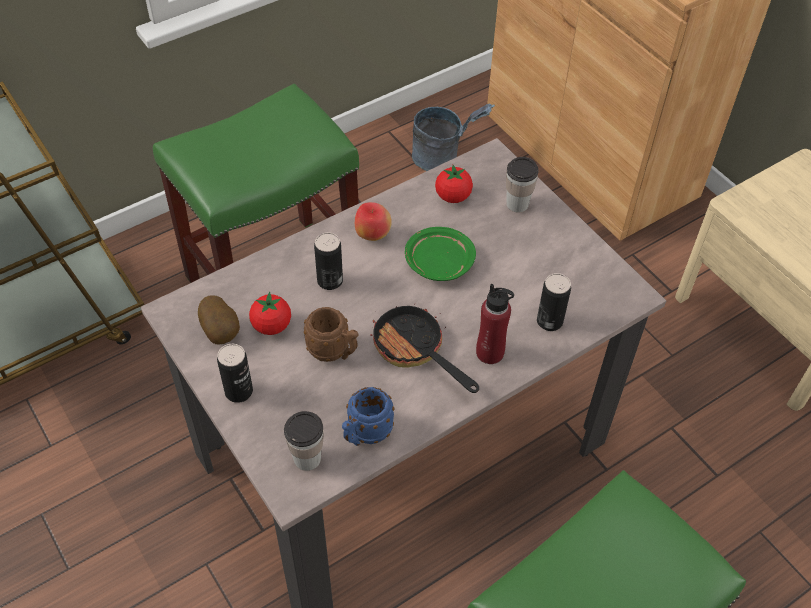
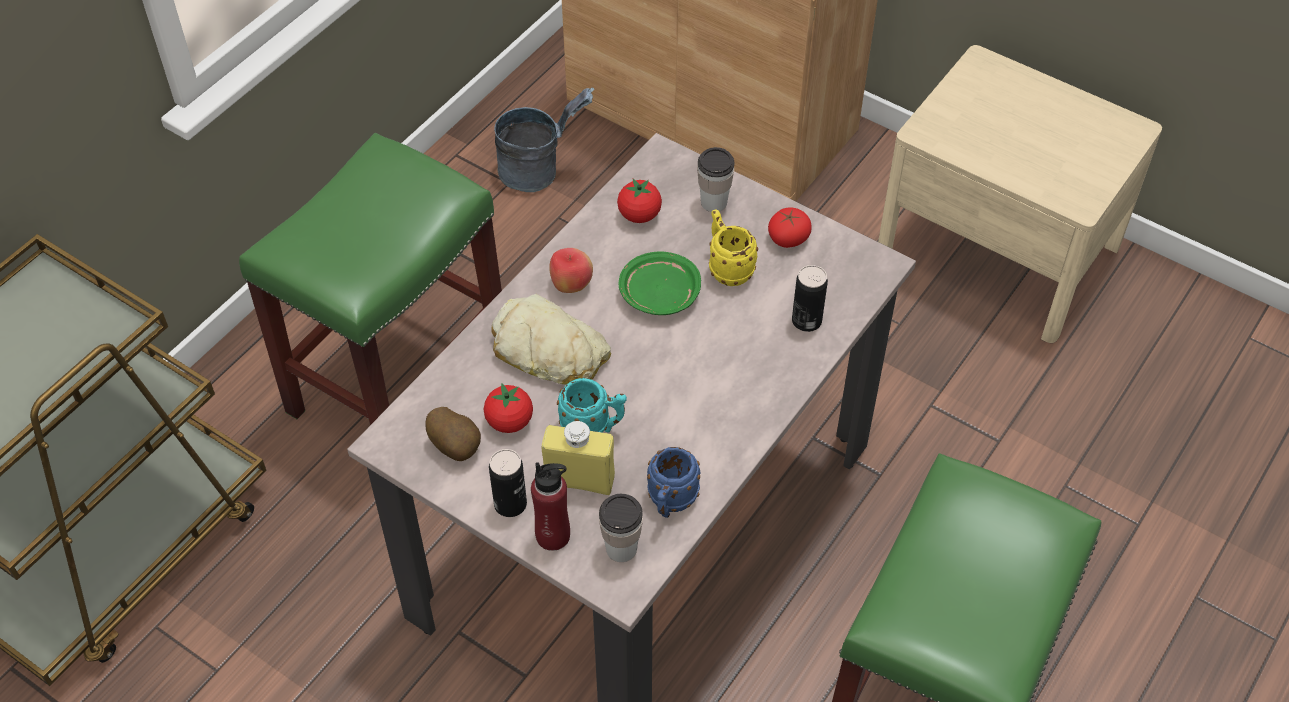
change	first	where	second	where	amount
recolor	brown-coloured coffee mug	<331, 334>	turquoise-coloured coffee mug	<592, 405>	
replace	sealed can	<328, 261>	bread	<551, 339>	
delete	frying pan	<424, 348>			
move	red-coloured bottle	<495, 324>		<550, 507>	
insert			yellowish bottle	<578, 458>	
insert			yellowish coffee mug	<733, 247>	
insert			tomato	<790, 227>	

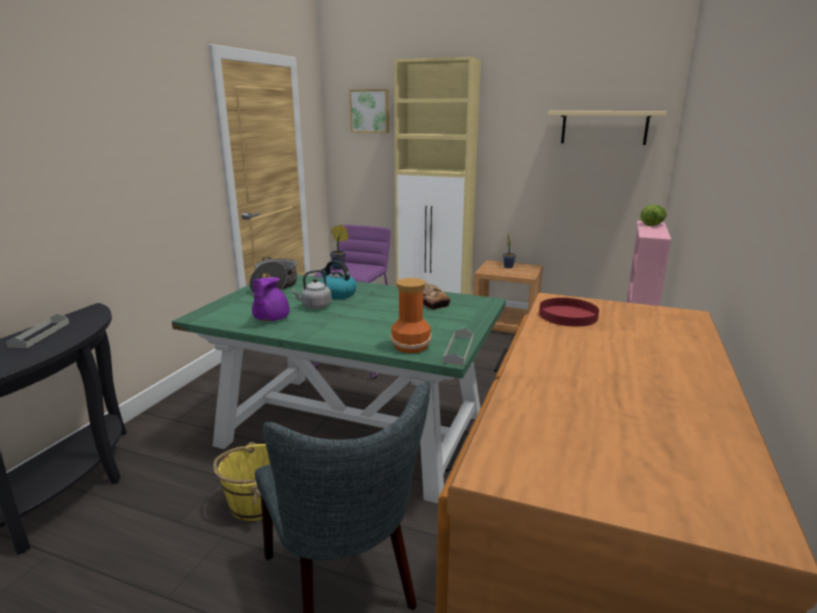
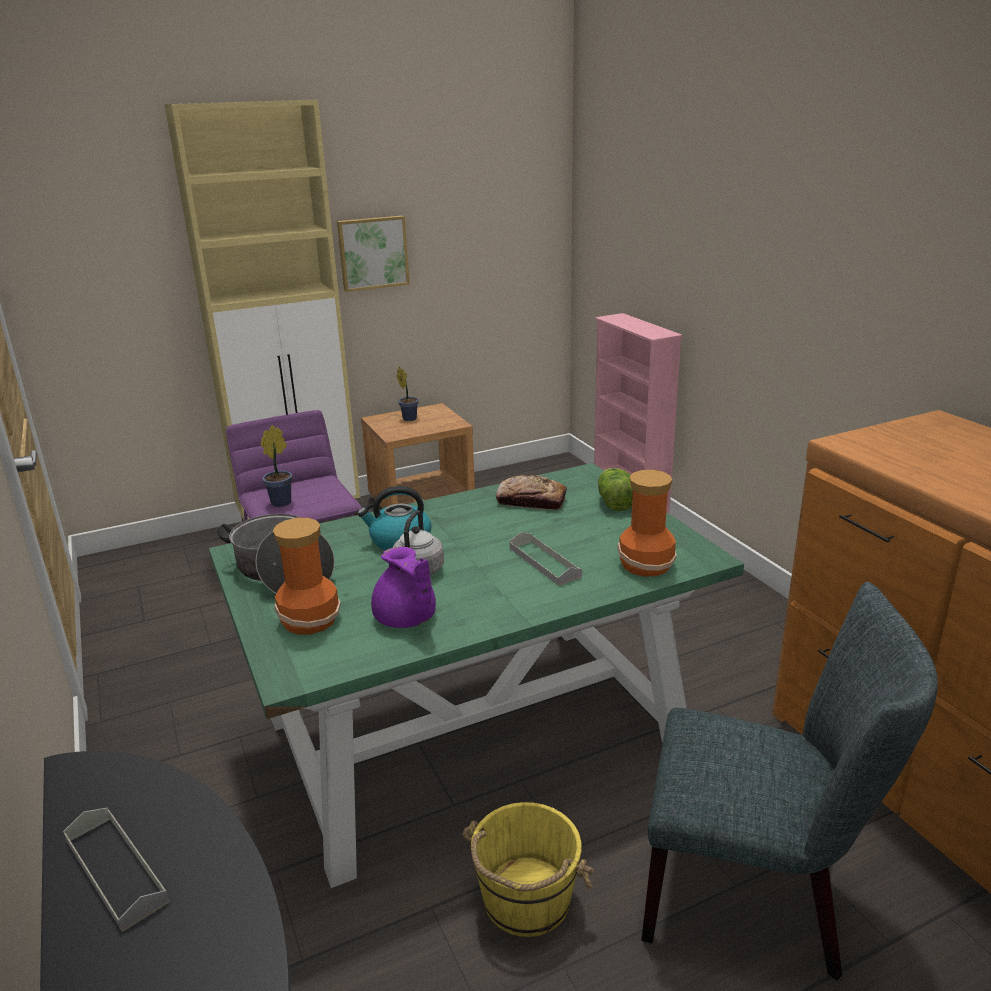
change	first	where	second	where	amount
move	wall art	<369, 111>		<373, 254>	
move	grey serving tray	<458, 346>		<545, 559>	
delete	red-coloured plate	<569, 312>			
delete	beige wall shelf	<607, 128>			
move	head of lettuce	<653, 215>		<615, 489>	
insert			flower vase	<307, 576>	

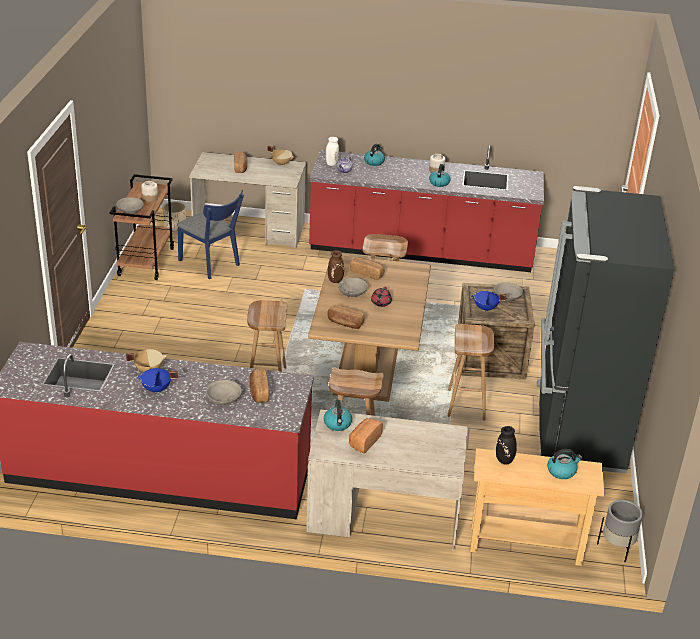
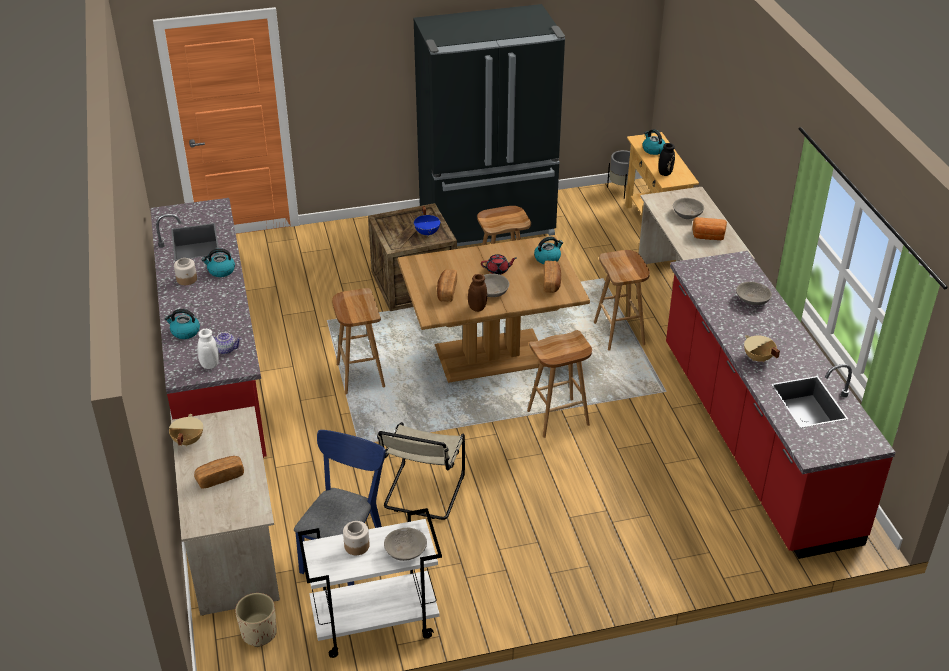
change	first	where	second	where	amount
recolor	brown-coloured cart	<142, 227>	white-coloured cart	<370, 583>	
delete	blue-coloured cooking pot	<157, 381>			
delete	bread	<259, 386>			
move	kettle	<338, 415>		<548, 250>	
move	grey bowl	<508, 292>		<688, 208>	
insert			beige plain chair	<421, 471>	

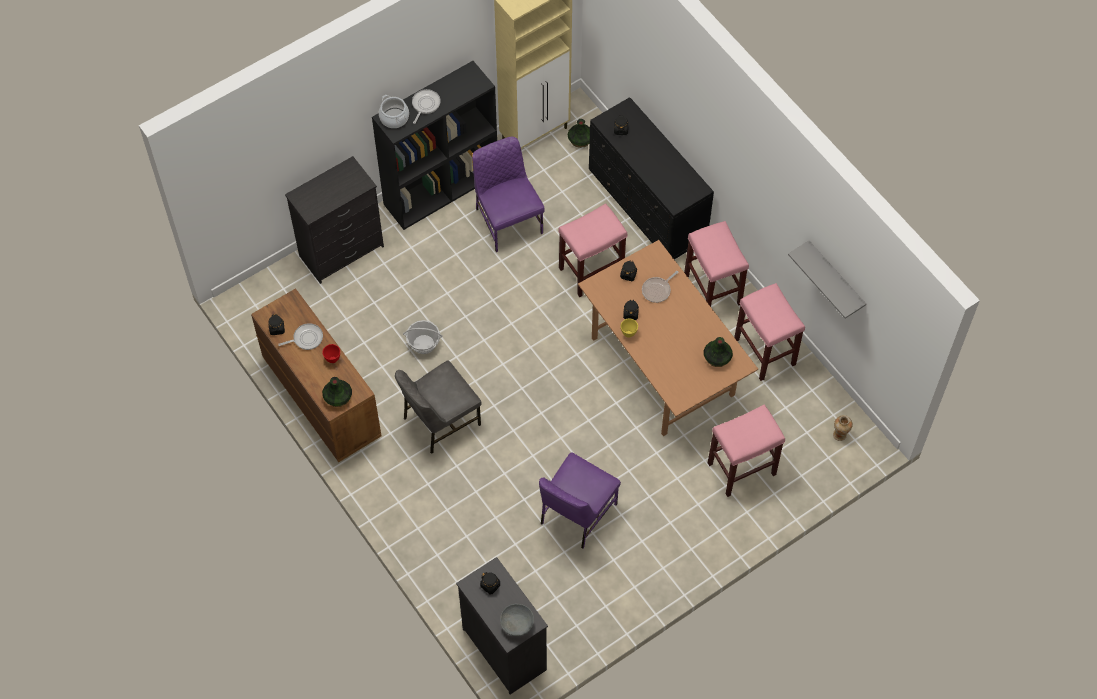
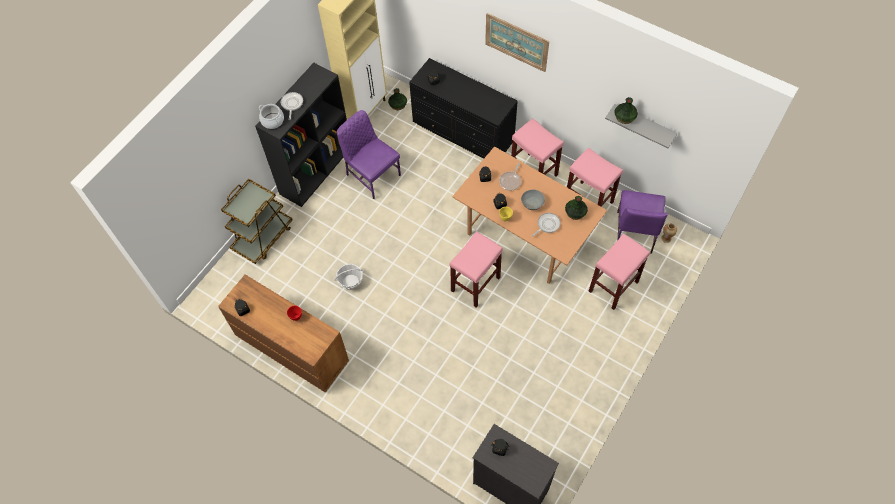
change	first	where	second	where	amount
move	frying pan	<300, 336>		<546, 225>	
replace	black-coloured chest of drawers	<334, 220>	brown-coloured cart	<257, 221>	
move	flower vase	<337, 392>		<626, 110>	
delete	grey plain chair	<438, 407>			
move	grey bowl	<517, 620>		<533, 200>	
move	purplish plain chair	<580, 500>		<642, 222>	
move	pink-coloured stool	<592, 250>		<476, 269>	
insert			wall art	<517, 42>	

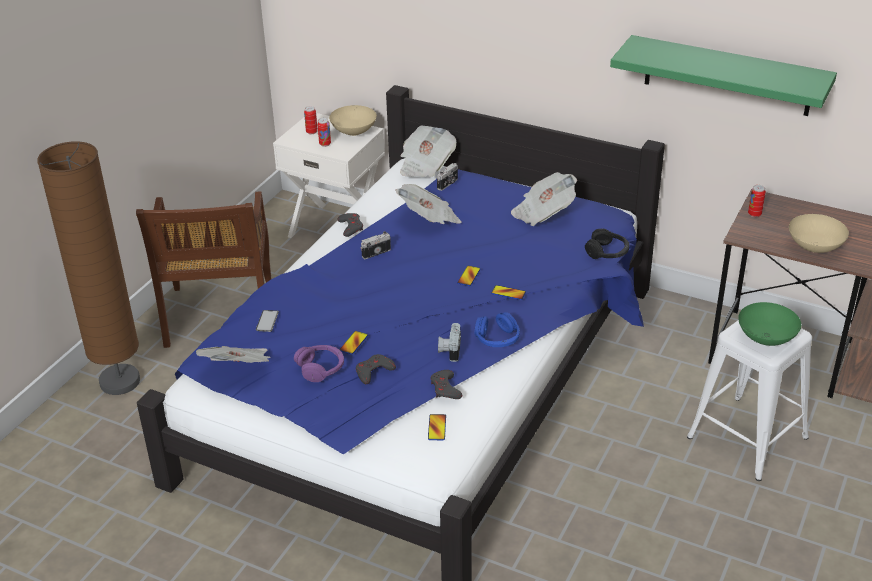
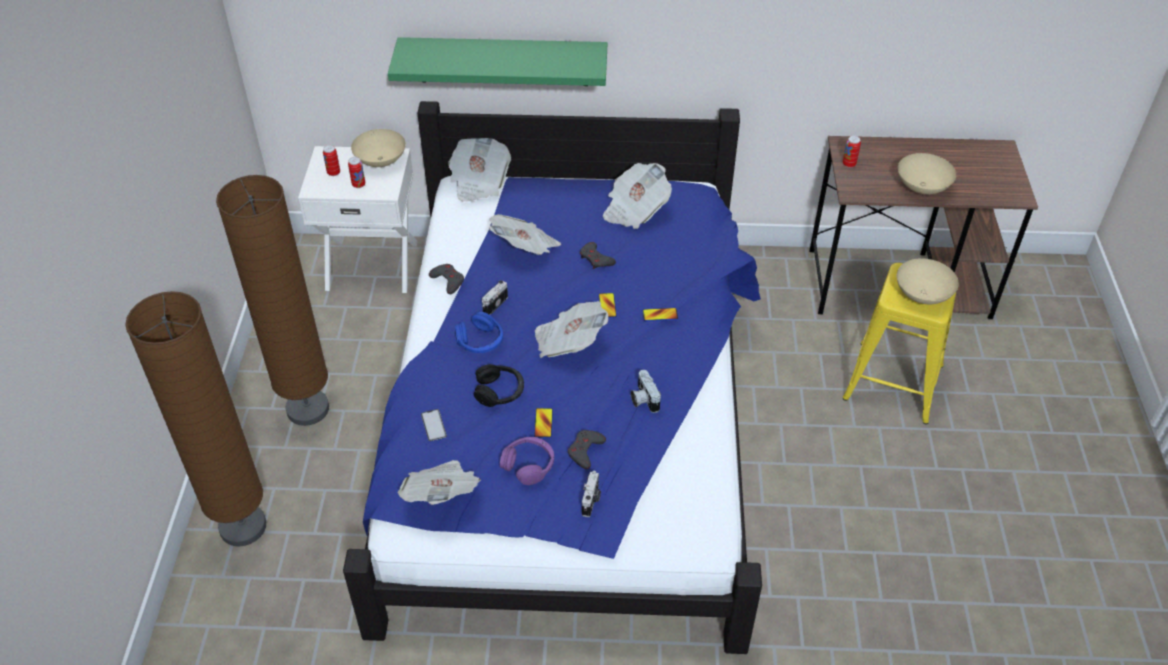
change	first	where	second	where	amount
replace	brown-coloured plain chair	<204, 269>	brown-coloured floor lamp	<272, 300>	
delete	phone	<437, 427>			
move	grey game controller	<446, 384>		<598, 255>	
move	still camera	<447, 177>		<591, 494>	
move	blue-coloured headset	<497, 329>		<479, 332>	
move	black-coloured headset	<607, 244>		<499, 385>	
move	green wall shelf	<723, 75>		<497, 61>	
recolor	white-coloured stool	<749, 400>	yellowish stool	<899, 344>	
recolor	green bowl	<769, 324>	beige bowl	<928, 281>	
insert			newspaper	<572, 329>	

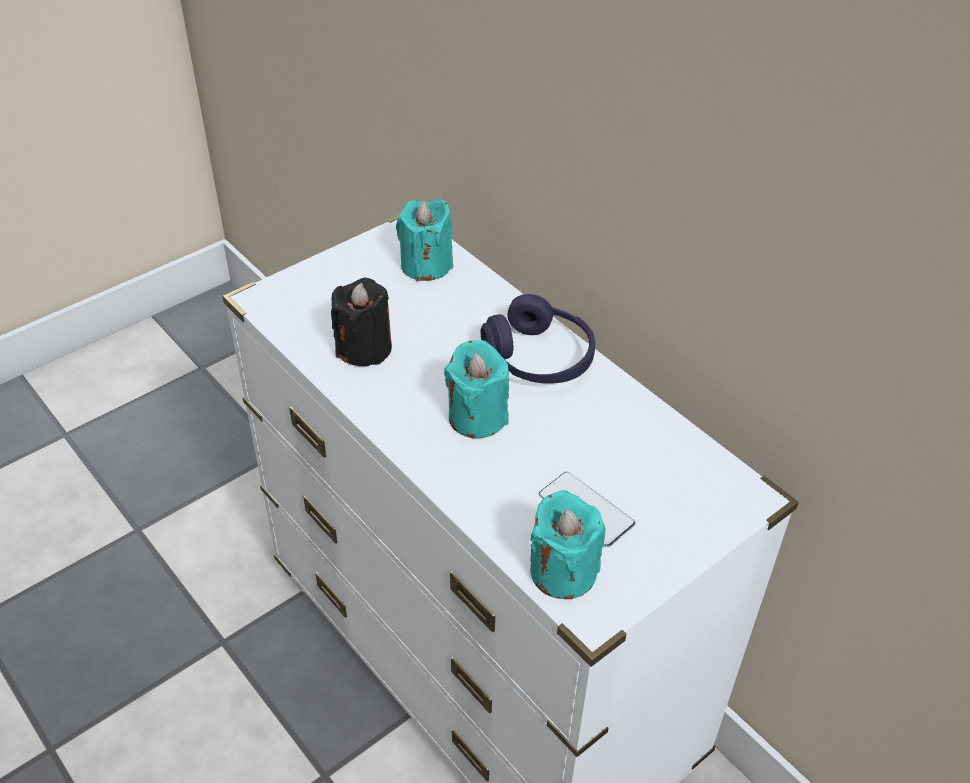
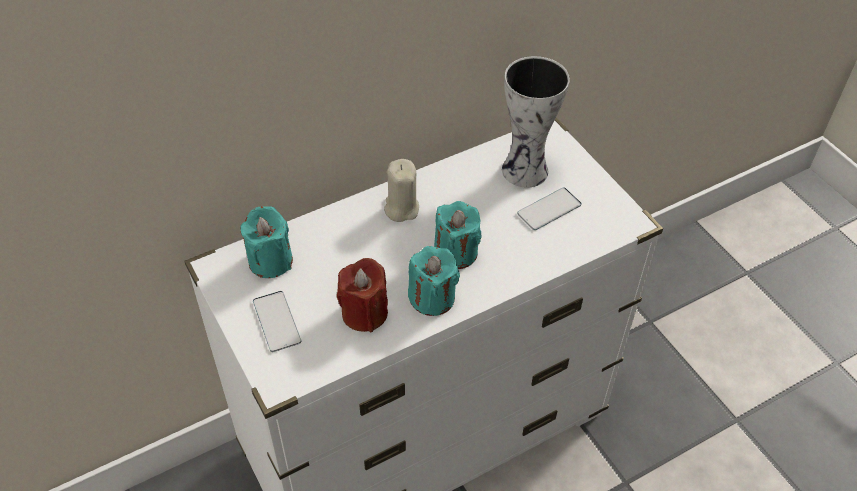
change	first	where	second	where	amount
recolor	black-coloured wax light	<361, 322>	red-coloured wax light	<362, 295>	
replace	purplish headset	<538, 339>	beige wax light	<401, 190>	
move	turquoise-coloured wax light	<567, 544>		<434, 281>	
insert			phone	<277, 321>	
insert			flower vase	<536, 122>	

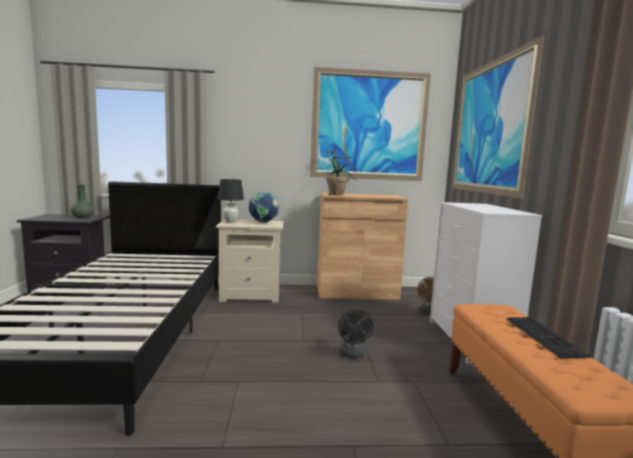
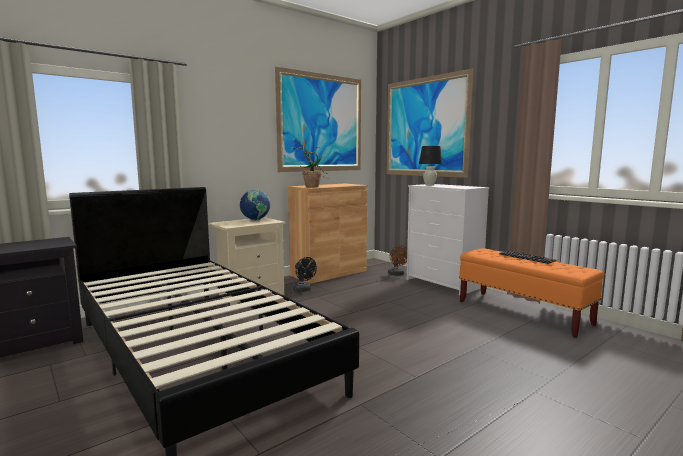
change	first	where	second	where	amount
delete	green flower vase	<82, 201>			
move	black-coloured table lamp	<231, 201>		<430, 165>	
move	black-coloured cooling fan	<356, 333>		<305, 274>	

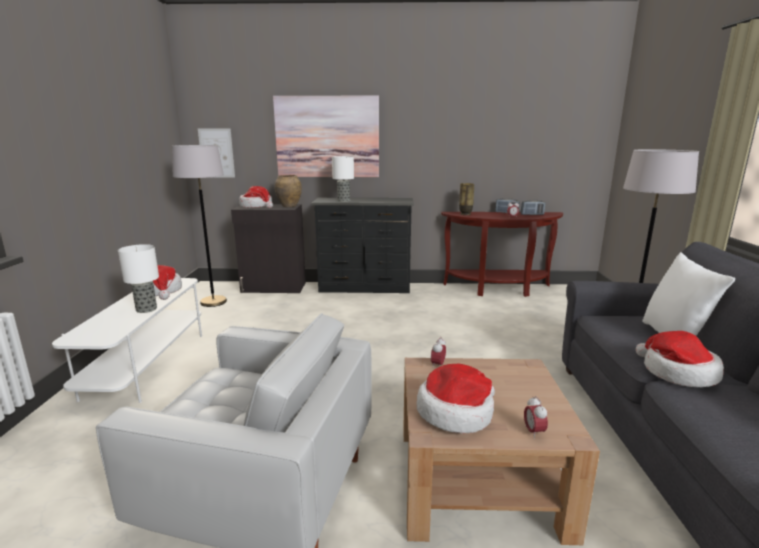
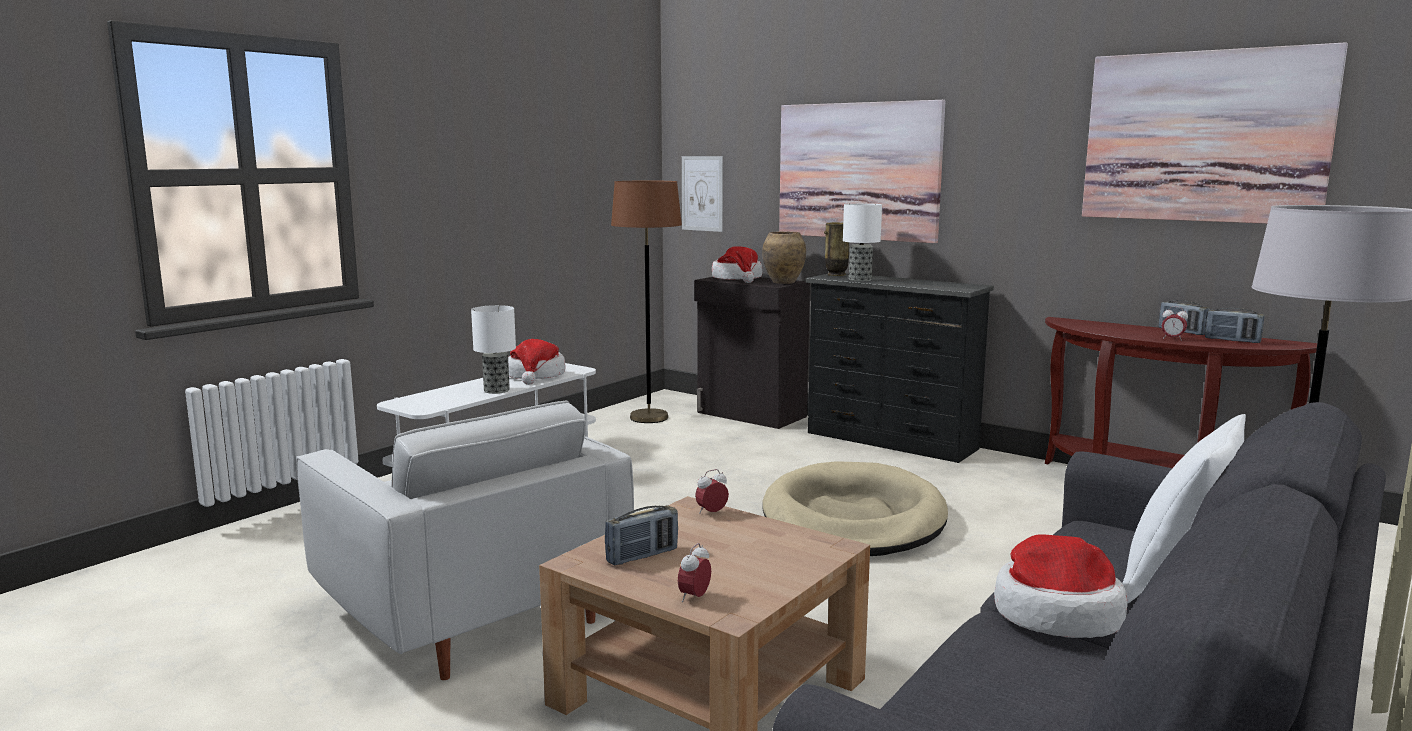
change	first	where	second	where	amount
recolor	grey floor lamp	<199, 226>	brown-coloured floor lamp	<646, 301>	
replace	clothing hat	<455, 398>	radio set	<641, 536>	
move	flower vase	<466, 199>		<836, 249>	
insert			beige dog bed	<855, 508>	
insert			wall art	<1215, 133>	

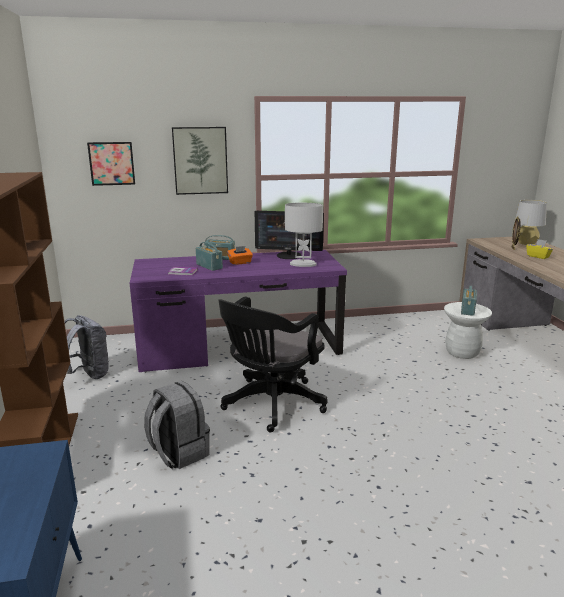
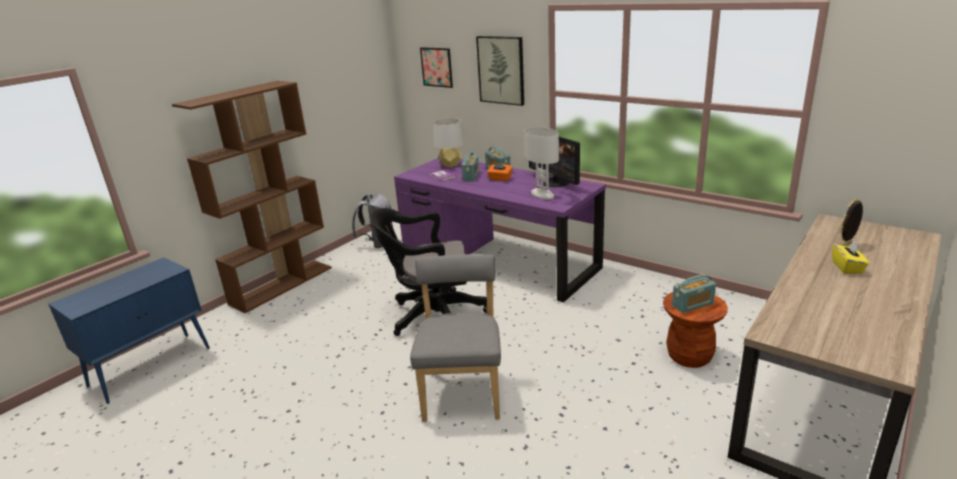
change	first	where	second	where	amount
delete	grey backpack	<177, 425>			
recolor	white-coloured stool	<468, 330>	brown-coloured stool	<695, 330>	
move	grey table lamp	<530, 222>		<449, 142>	
insert			grey plain chair	<455, 338>	

